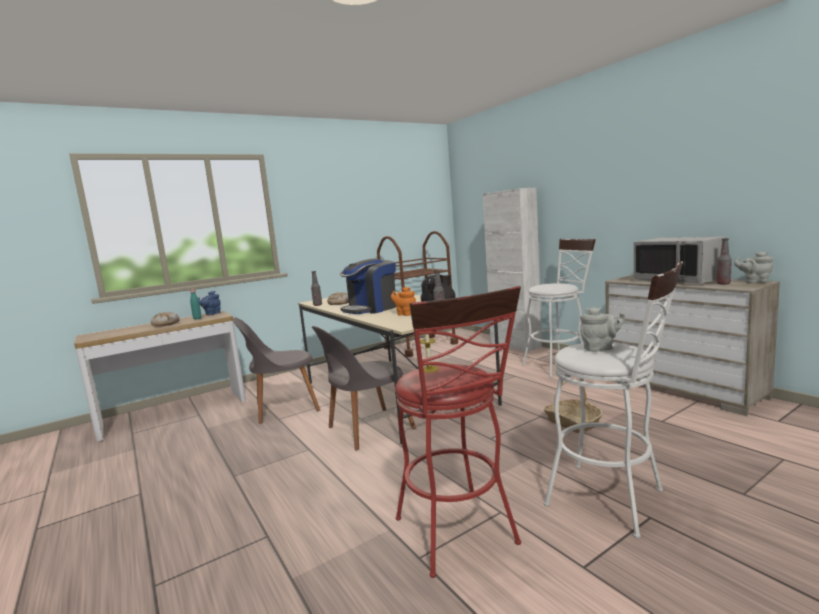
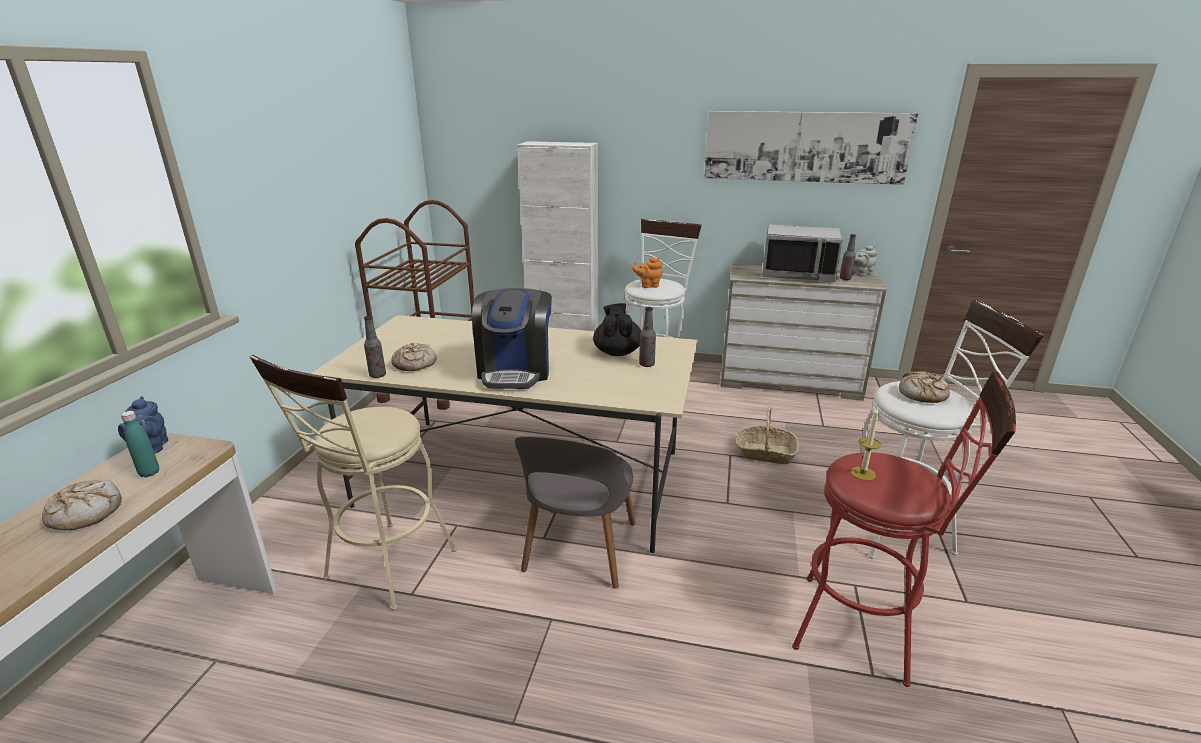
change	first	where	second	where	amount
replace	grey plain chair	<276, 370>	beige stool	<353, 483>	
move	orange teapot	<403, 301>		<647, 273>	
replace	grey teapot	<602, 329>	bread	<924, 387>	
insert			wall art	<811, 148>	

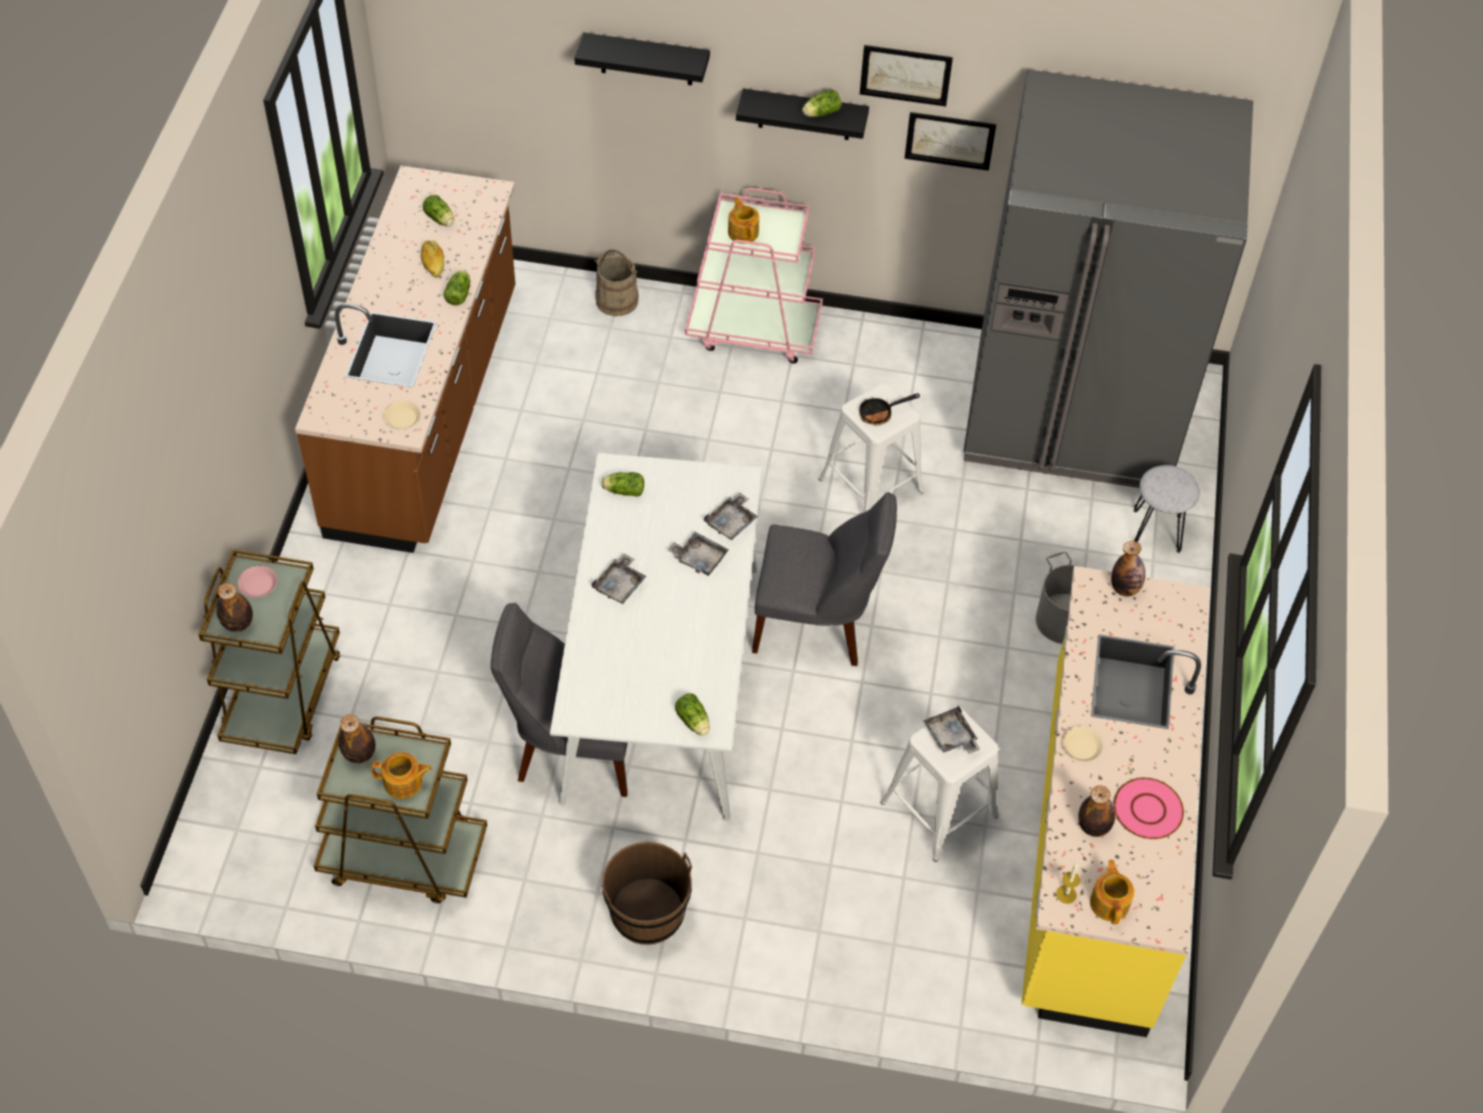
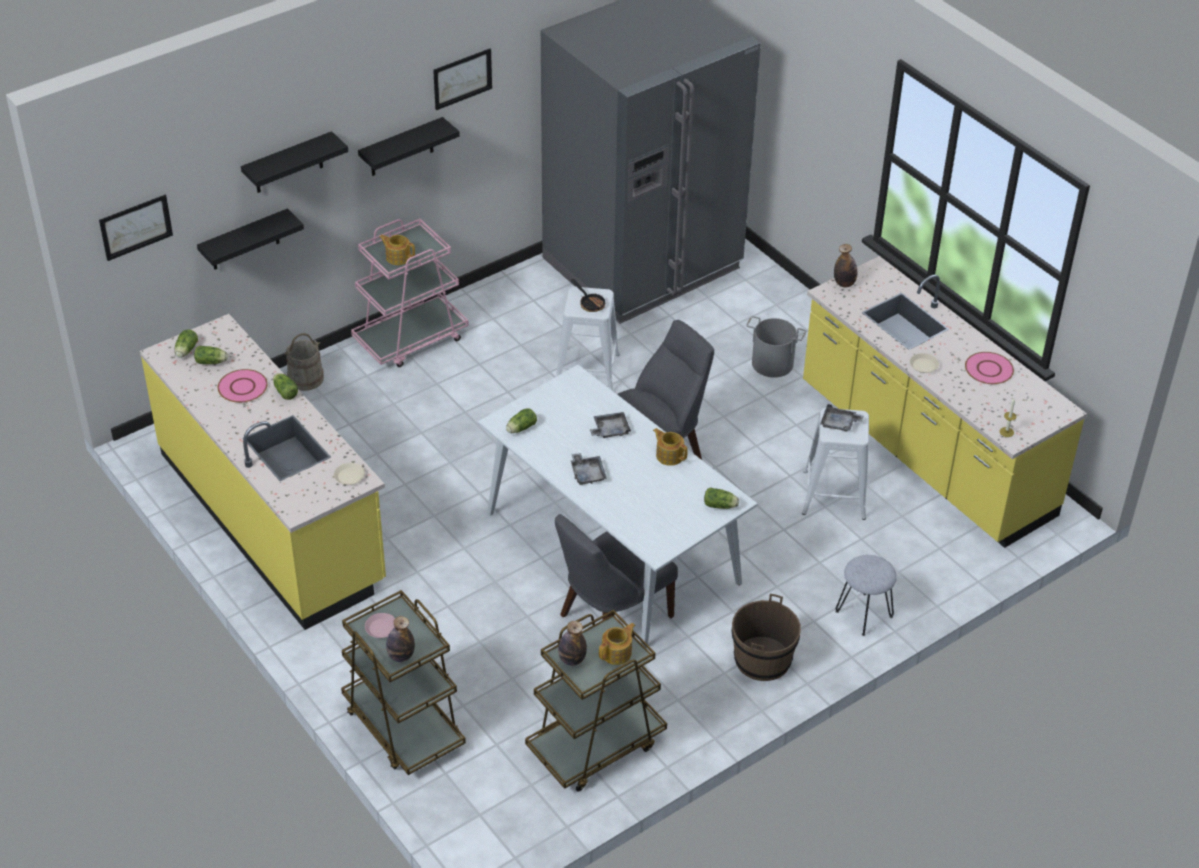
change	first	where	second	where	amount
recolor	brown-coloured counter	<405, 359>	yellowish counter	<263, 472>	
replace	bread	<432, 258>	pink-coloured plate	<242, 386>	
delete	grey serving tray	<731, 516>			
move	head of lettuce	<822, 103>		<186, 343>	
rotate	frying pan	<889, 409>		<588, 295>	60 degrees counterclockwise
move	wall art	<950, 141>		<136, 228>	
delete	bottle	<1096, 811>			
move	teapot	<1112, 892>		<670, 447>	
move	grey stool	<1166, 509>		<866, 595>	
insert			black-coloured wall shelf	<250, 239>	

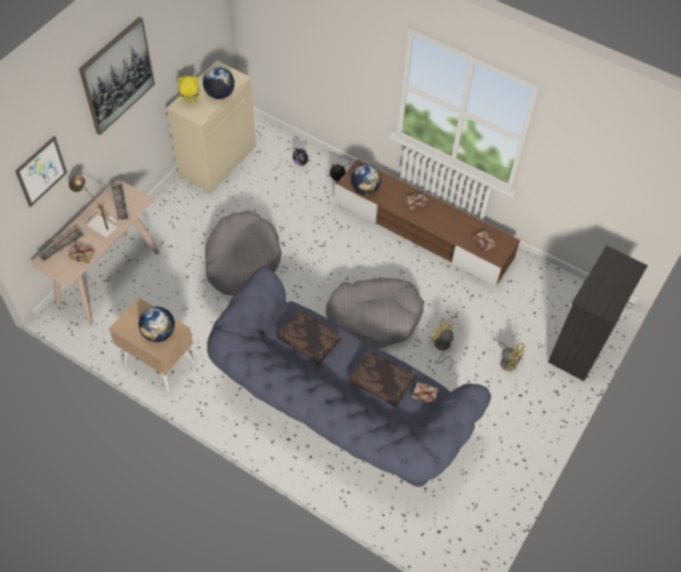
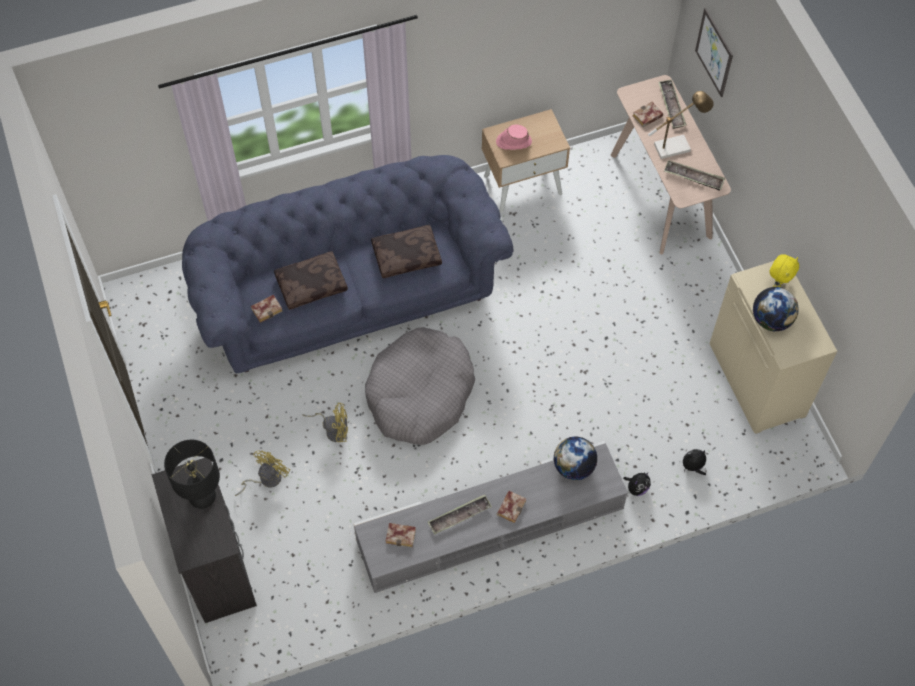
change	first	where	second	where	amount
delete	wall art	<117, 76>			
replace	globe	<157, 324>	pink-coloured clothing hat	<514, 137>	
delete	grey dog bed	<243, 253>			
recolor	brown-coloured tv stand	<427, 223>	grey tv stand	<490, 517>	
rotate	yellowish cooling fan	<509, 355>		<262, 473>	135 degrees clockwise
insert			black-coloured table lamp	<192, 474>	
insert			serving tray	<460, 514>	

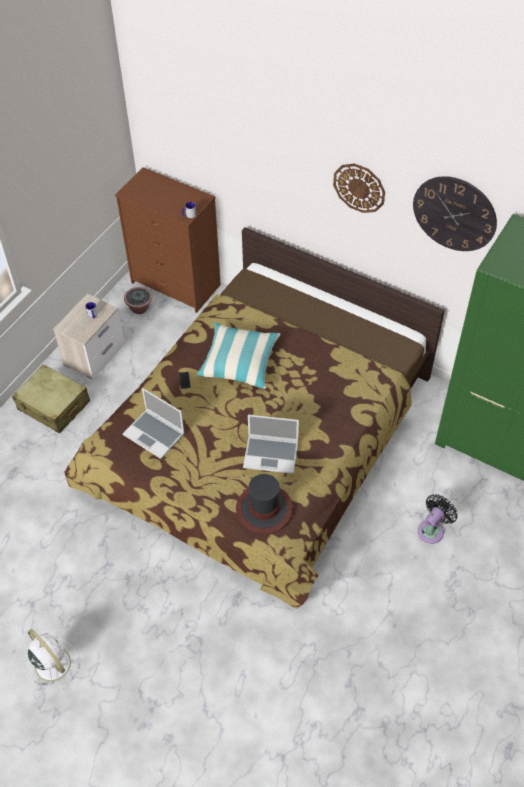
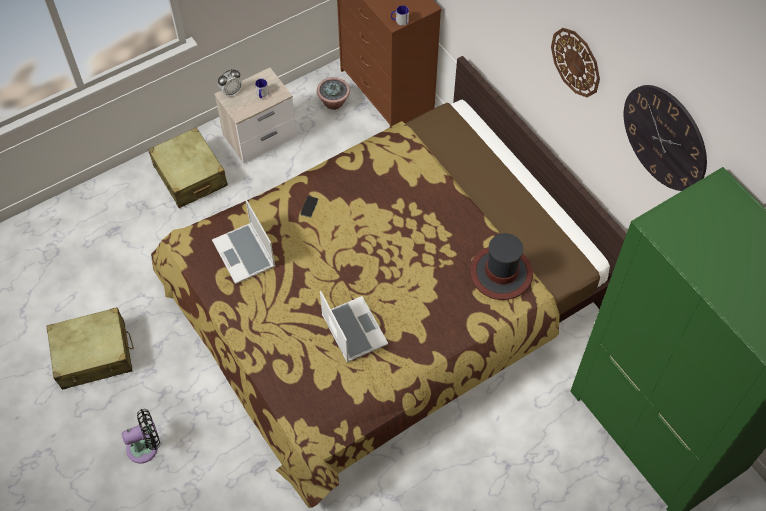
change	first	where	second	where	amount
delete	white-coloured cooling fan	<51, 659>			
delete	pillow	<239, 355>			
move	clothing hat	<264, 504>		<501, 266>	
rotate	laptop	<271, 444>		<354, 326>	150 degrees counterclockwise
move	black-coloured cooling fan	<438, 519>		<141, 436>	
insert			beige travel case	<90, 348>	
insert			bedside clock	<230, 83>	

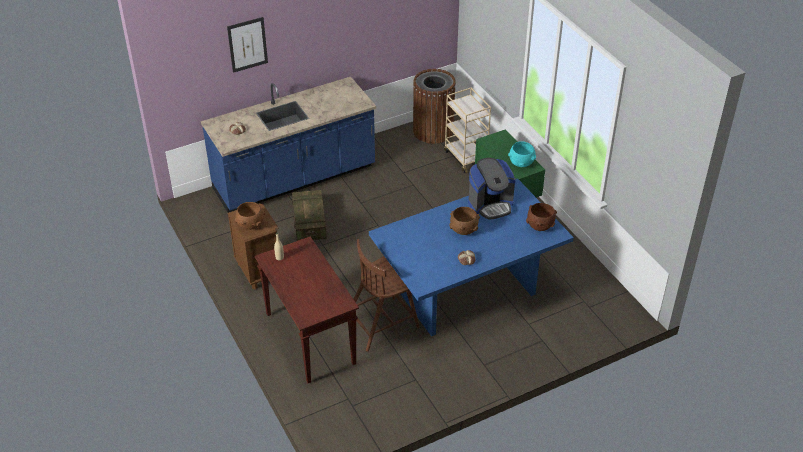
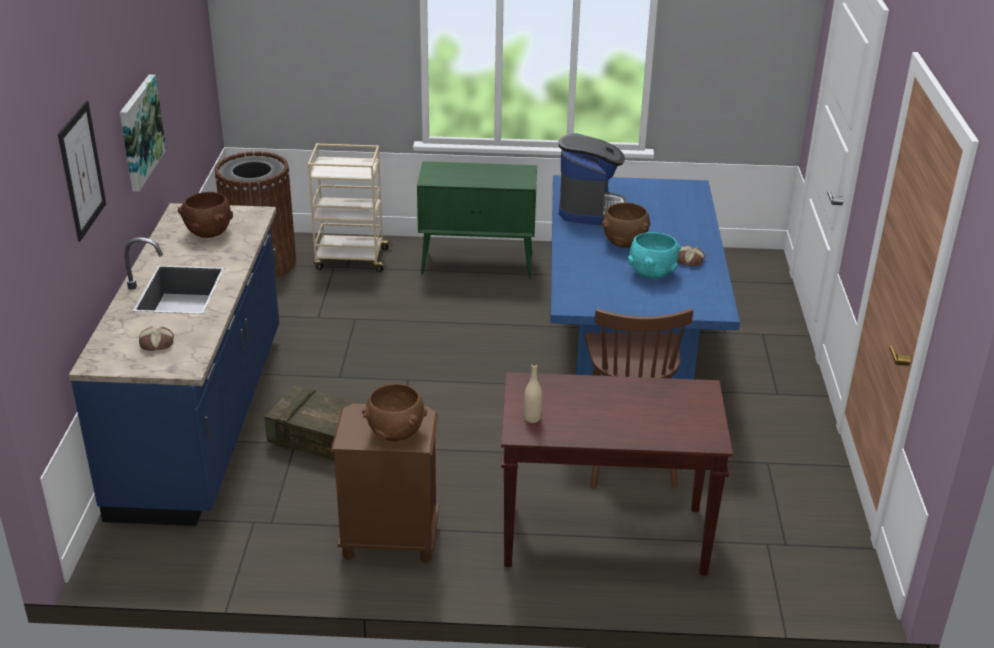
change	first	where	second	where	amount
move	turquoise-coloured bowl	<522, 154>		<654, 255>	
move	brown-coloured bowl	<541, 217>		<205, 215>	
insert			wall art	<143, 133>	

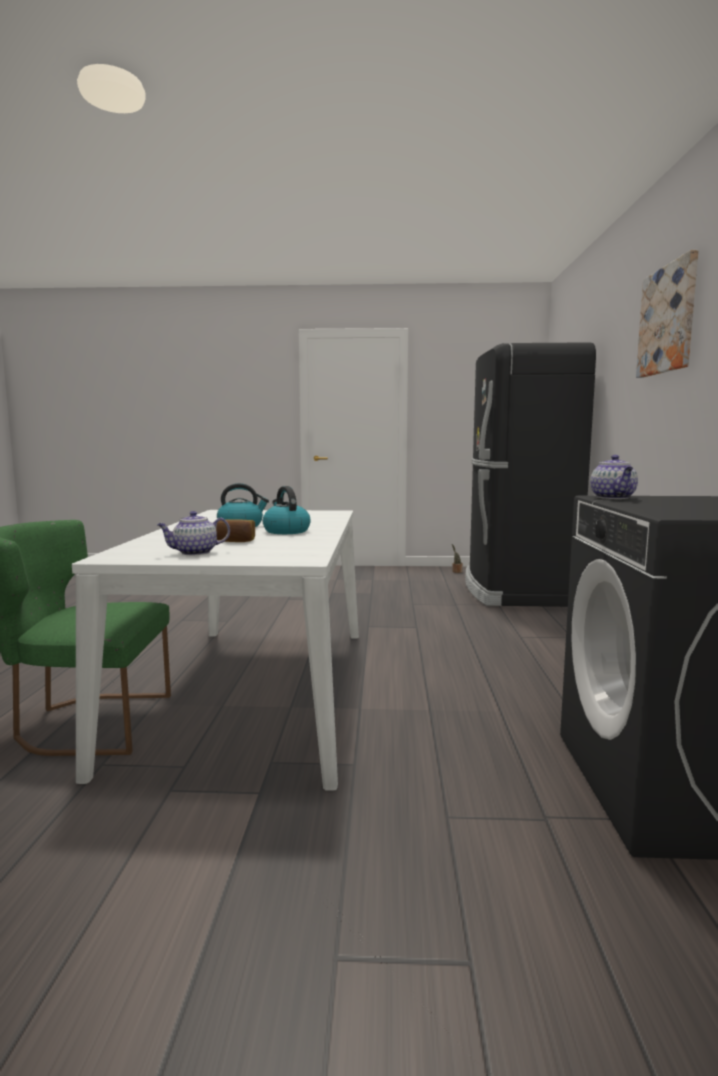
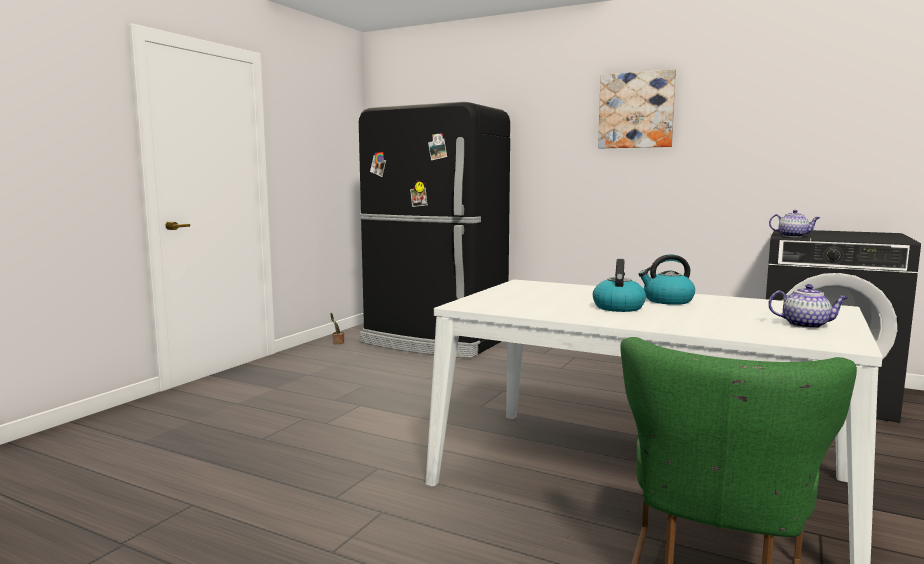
change	first	where	second	where	amount
rotate	teapot	<193, 533>		<808, 306>	75 degrees counterclockwise
delete	bread	<235, 530>			

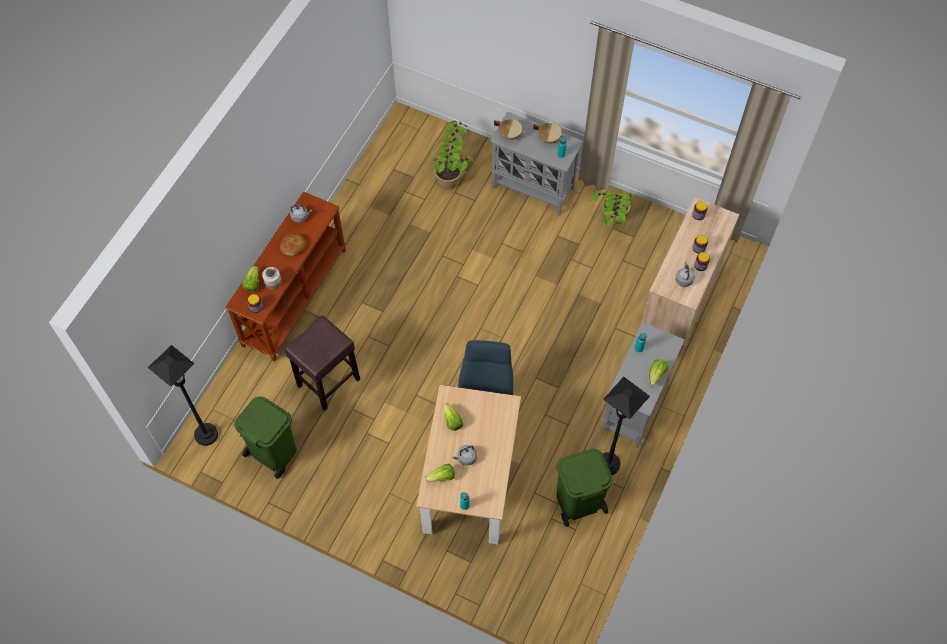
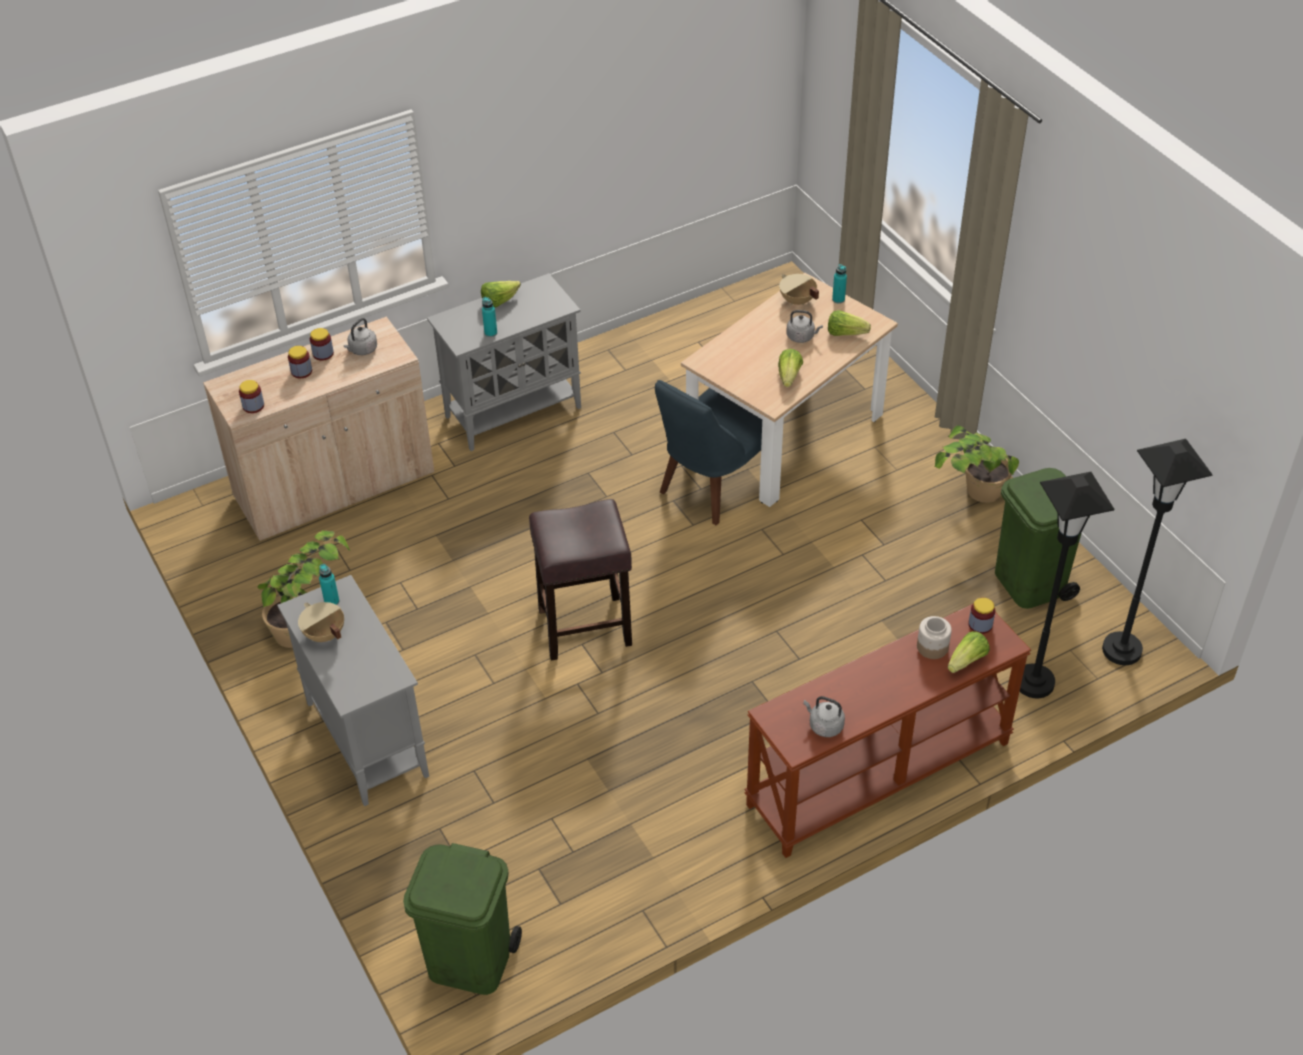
change	first	where	second	where	amount
delete	bread	<293, 244>			
move	brown-coloured stool	<322, 363>		<580, 580>	
move	plant in a pot	<453, 155>		<976, 464>	
move	beige cooking pot	<509, 129>		<799, 289>	
move	green rubbish bin	<584, 488>		<462, 919>	
move	black-coloured floor lamp	<626, 426>		<1067, 585>	

